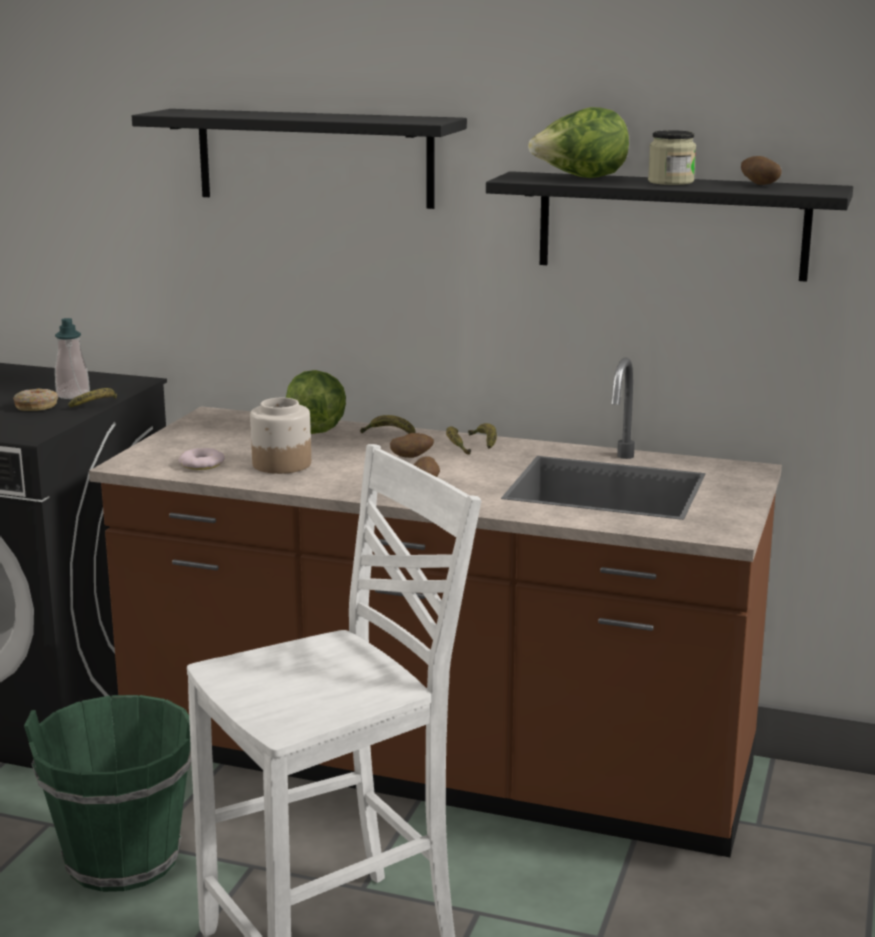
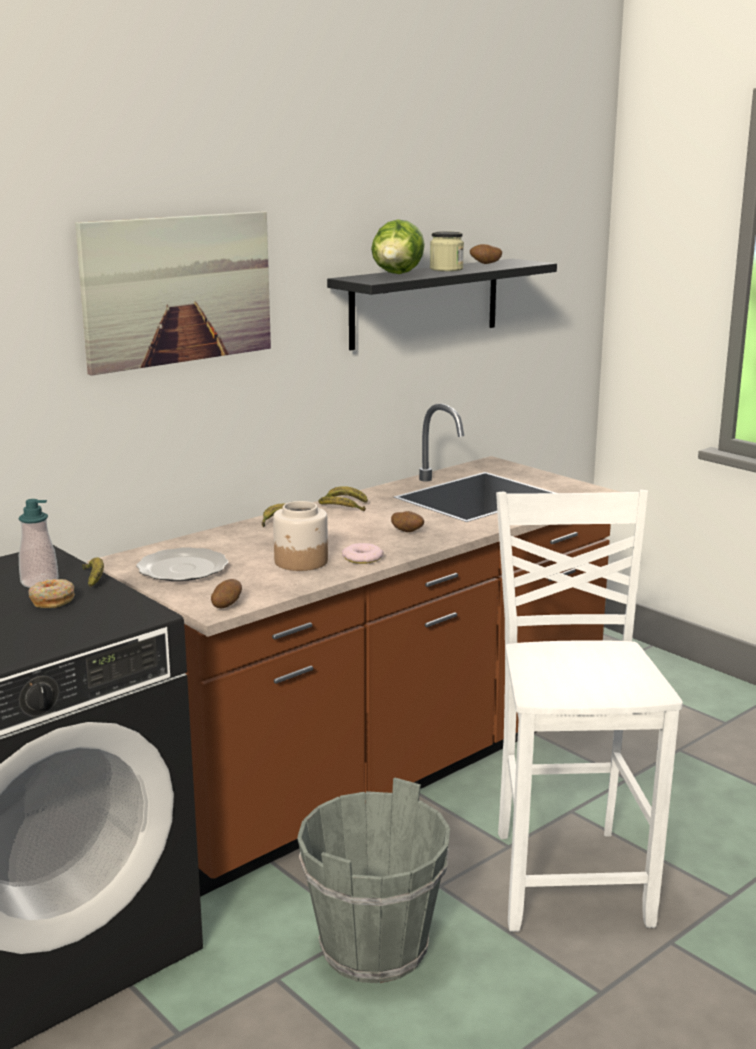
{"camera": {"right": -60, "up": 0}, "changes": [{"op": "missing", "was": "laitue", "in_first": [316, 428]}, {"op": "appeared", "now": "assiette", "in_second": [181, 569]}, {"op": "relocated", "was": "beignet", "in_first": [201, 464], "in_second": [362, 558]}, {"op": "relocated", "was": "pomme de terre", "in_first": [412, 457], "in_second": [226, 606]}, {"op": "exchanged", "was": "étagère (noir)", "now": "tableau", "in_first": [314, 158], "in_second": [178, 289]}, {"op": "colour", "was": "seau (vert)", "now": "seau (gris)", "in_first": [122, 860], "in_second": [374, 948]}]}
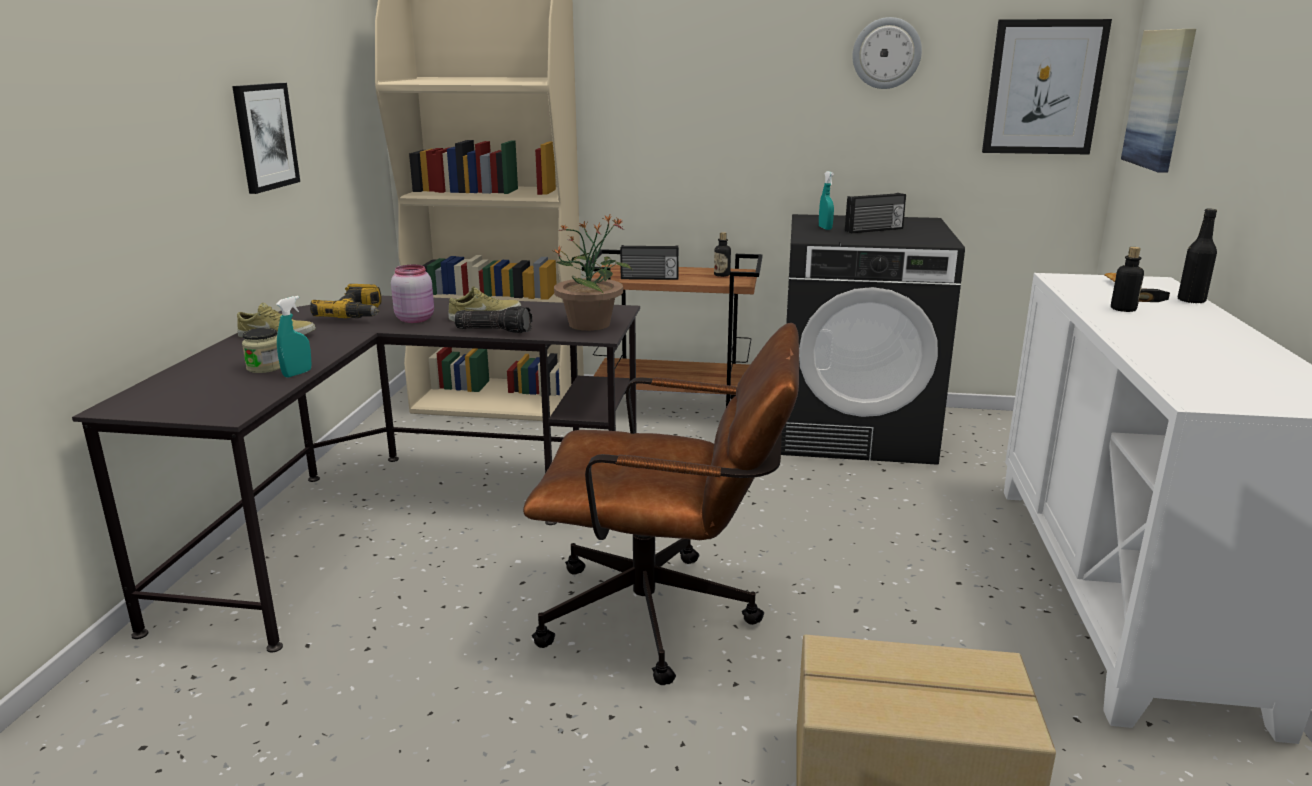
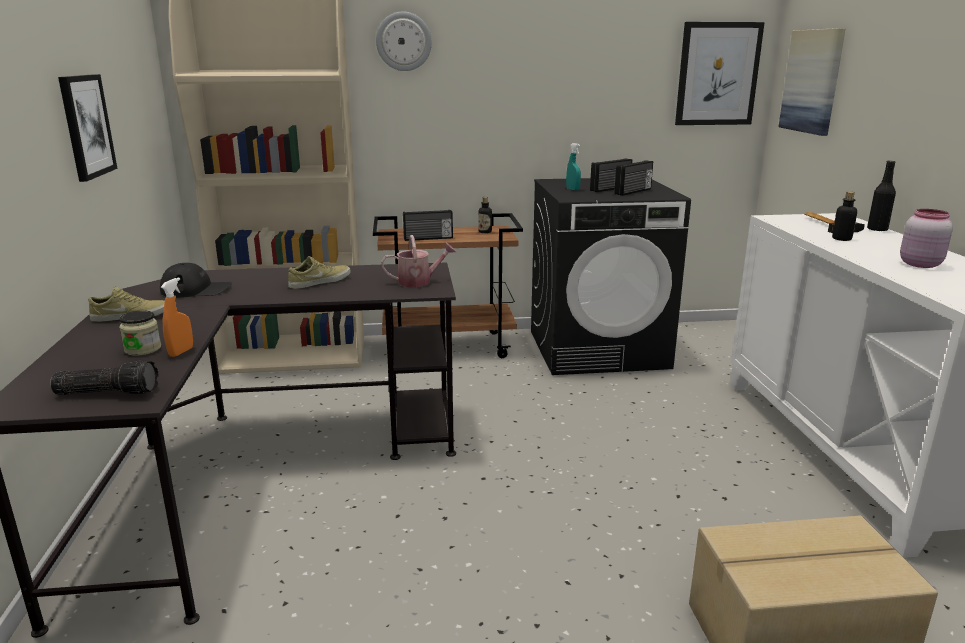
{"camera": {"right": -15, "up": 0}, "changes": [{"op": "missing", "was": "chaise de bureau (marron)", "in_first": [666, 617]}, {"op": "appeared", "now": "radio", "in_second": [634, 191]}, {"op": "relocated", "was": "bocal (rose)", "in_first": [415, 319], "in_second": [919, 264]}, {"op": "relocated", "was": "lampe de poche", "in_first": [495, 330], "in_second": [109, 392]}, {"op": "relocated", "was": "horloge murale", "in_first": [886, 53], "in_second": [403, 41]}, {"op": "exchanged", "was": "perceuse", "now": "casquette (noir)", "in_first": [357, 314], "in_second": [196, 290]}, {"op": "exchanged", "was": "plante en pot", "now": "arrosoir", "in_first": [590, 324], "in_second": [419, 281]}, {"op": "colour", "was": "vaporisateur (turquoise)", "now": "vaporisateur (orange)", "in_first": [297, 373], "in_second": [181, 352]}]}
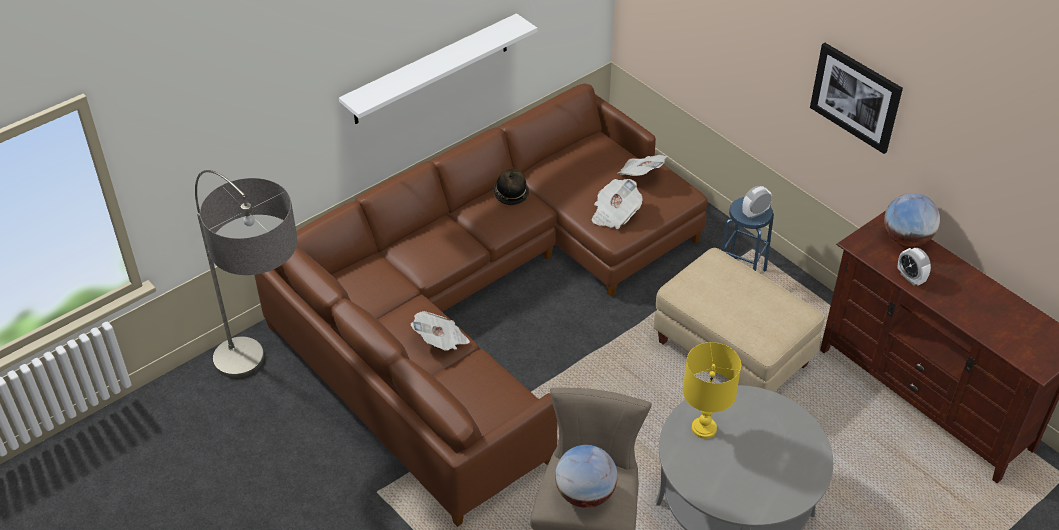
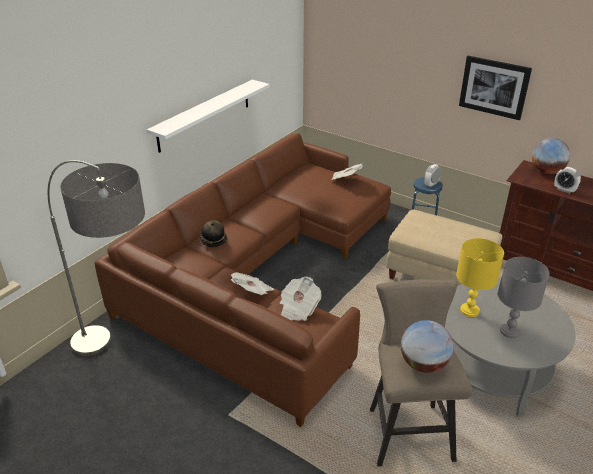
{"camera": {"right": -15, "up": -10}, "changes": [{"op": "appeared", "now": "lampe de table (gris)", "in_second": [510, 331]}, {"op": "relocated", "was": "chapeau", "in_first": [511, 193], "in_second": [213, 240]}, {"op": "relocated", "was": "journal", "in_first": [614, 214], "in_second": [298, 309]}]}
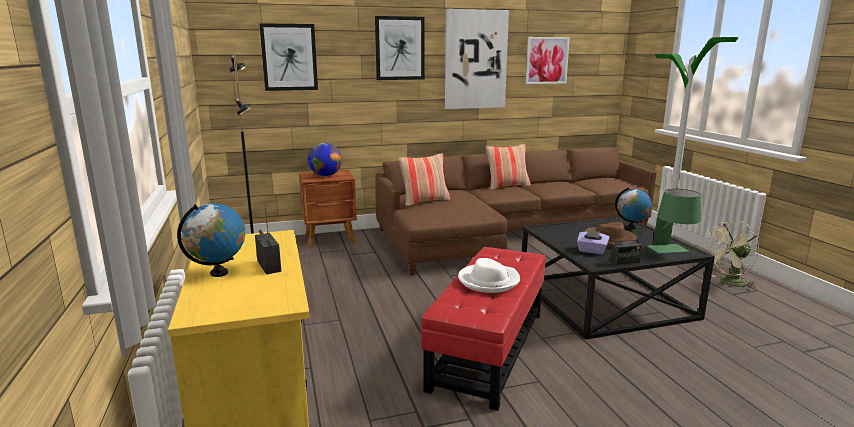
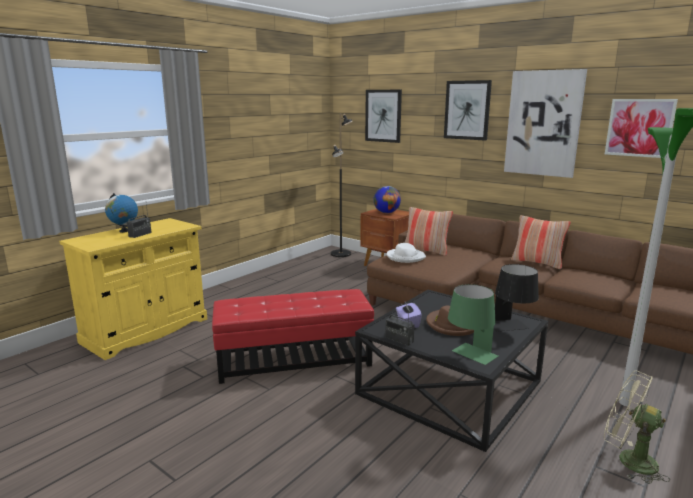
{"camera": {"right": 55, "up": 0}, "changes": [{"op": "relocated", "was": "chapeau (blanc)", "in_first": [488, 281], "in_second": [405, 257]}, {"op": "exchanged", "was": "globe", "now": "lampe de table (noir)", "in_first": [631, 227], "in_second": [511, 328]}]}
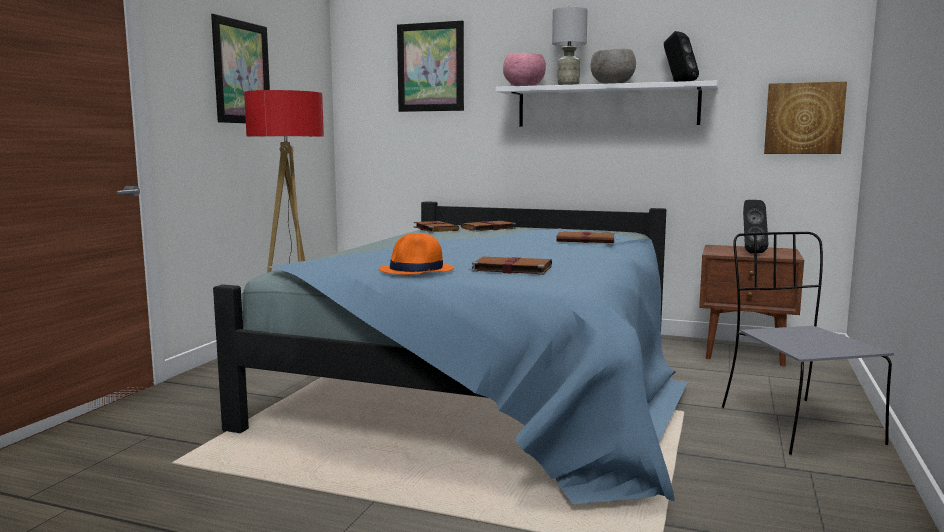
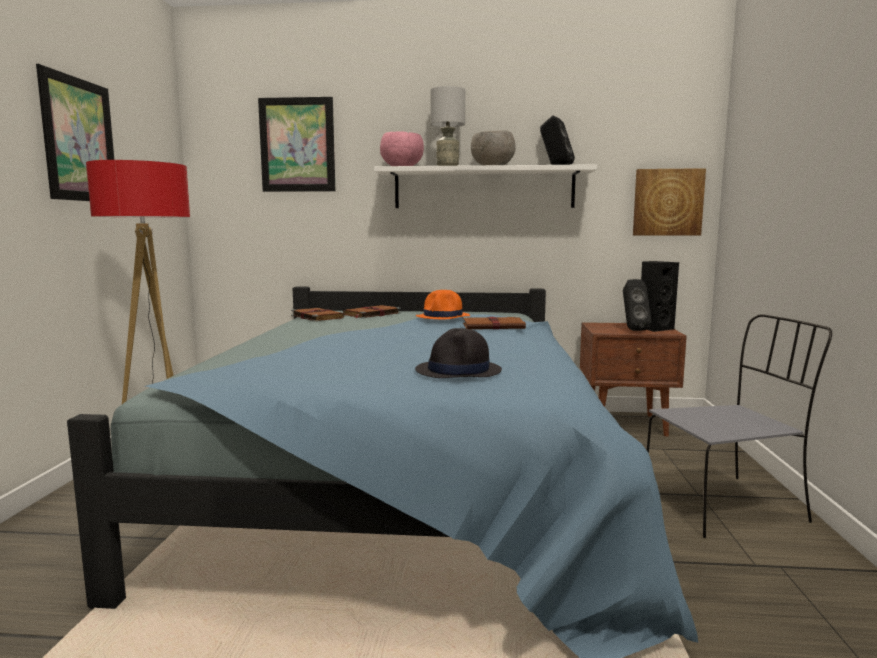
{"camera": {"right": -15, "up": 0}, "changes": [{"op": "appeared", "now": "enceinte (noir)", "in_second": [655, 328]}, {"op": "relocated", "was": "chapeau (orange)", "in_first": [416, 270], "in_second": [443, 317]}, {"op": "exchanged", "was": "livre (marron)", "now": "chapeau (noir)", "in_first": [510, 269], "in_second": [458, 371]}, {"op": "spun", "was": "chaise (gris)", "in_first": [796, 424], "in_second": [725, 505], "clockwise": 105}]}
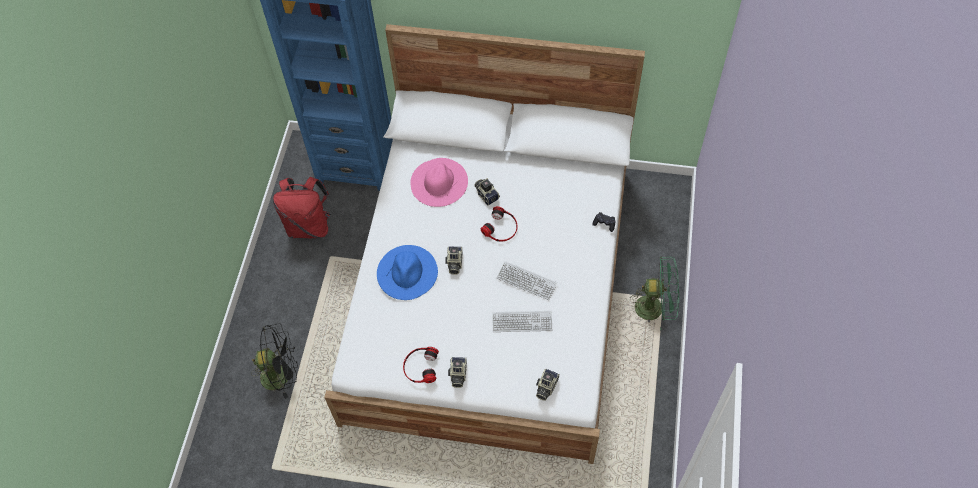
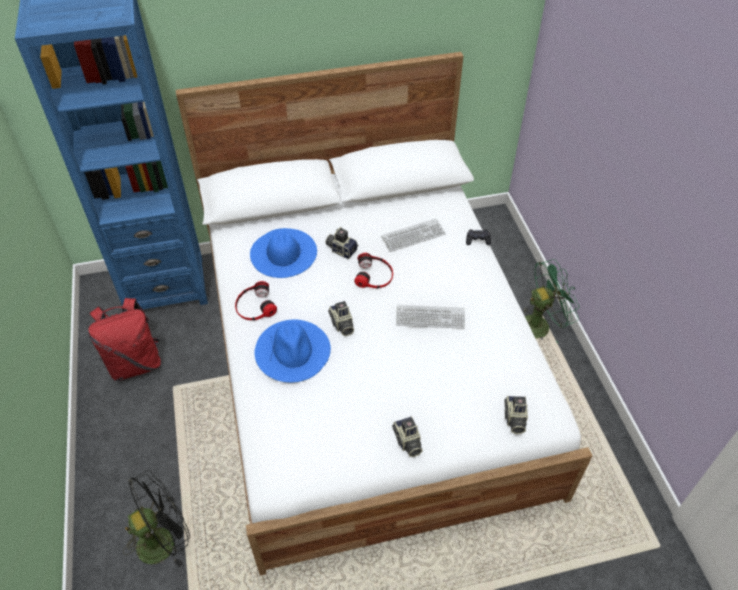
{"camera": {"right": -25, "up": -10}, "changes": [{"op": "relocated", "was": "casque audio", "in_first": [420, 367], "in_second": [255, 306]}, {"op": "relocated", "was": "clavier", "in_first": [522, 322], "in_second": [413, 236]}, {"op": "colour", "was": "chapeau (rose)", "now": "chapeau (bleu)", "in_first": [439, 182], "in_second": [283, 252]}]}
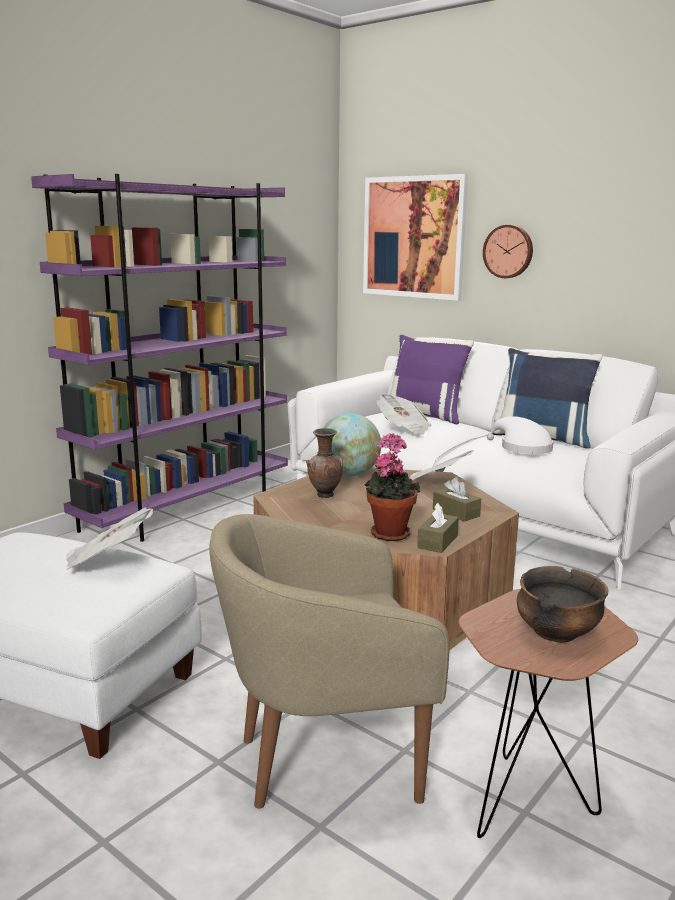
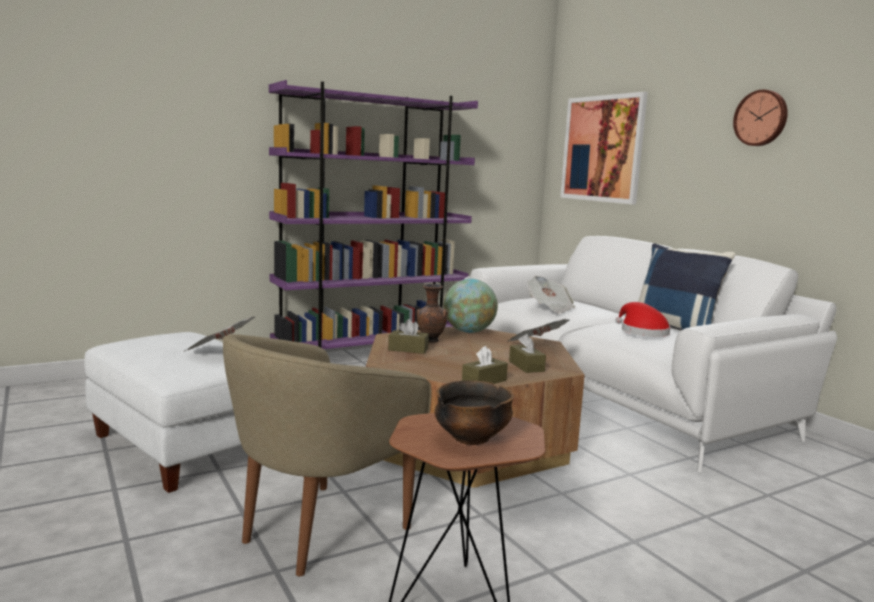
{"camera": {"right": 20, "up": -5}, "changes": [{"op": "missing", "was": "plante en pot", "in_first": [389, 532]}, {"op": "missing", "was": "coussin (violet)", "in_first": [426, 415]}, {"op": "appeared", "now": "boîte à mouchoirs (marron)", "in_second": [408, 349]}, {"op": "relocated", "was": "horloge murale", "in_first": [508, 251], "in_second": [761, 118]}, {"op": "colour", "was": "chapeau (blanc)", "now": "chapeau (rouge)", "in_first": [522, 448], "in_second": [641, 332]}, {"op": "spun", "was": "fauteuil (beige)", "in_first": [323, 760], "in_second": [319, 531], "clockwise": -60}]}
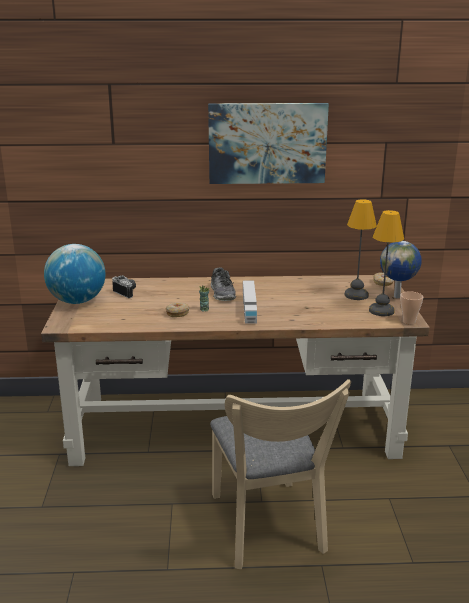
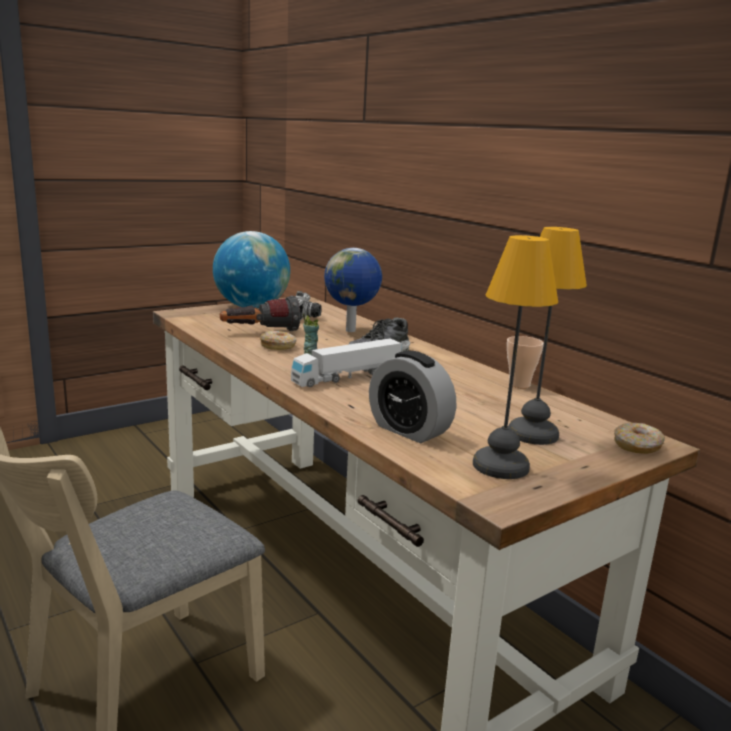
{"camera": {"right": 55, "up": -5}, "changes": [{"op": "missing", "was": "tableau", "in_first": [267, 143]}, {"op": "appeared", "now": "lampe de poche", "in_second": [260, 332]}, {"op": "appeared", "now": "réveil", "in_second": [409, 430]}, {"op": "relocated", "was": "globe", "in_first": [397, 296], "in_second": [351, 331]}, {"op": "relocated", "was": "tasse", "in_first": [409, 321], "in_second": [519, 384]}]}
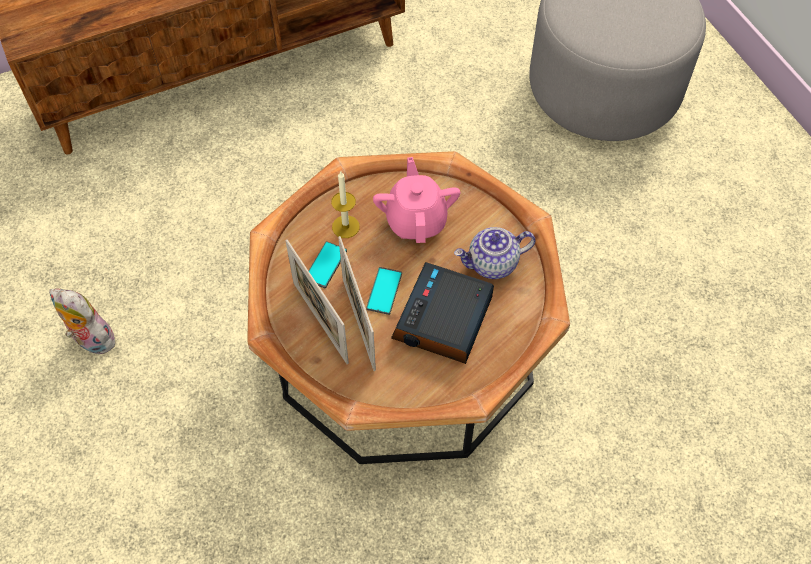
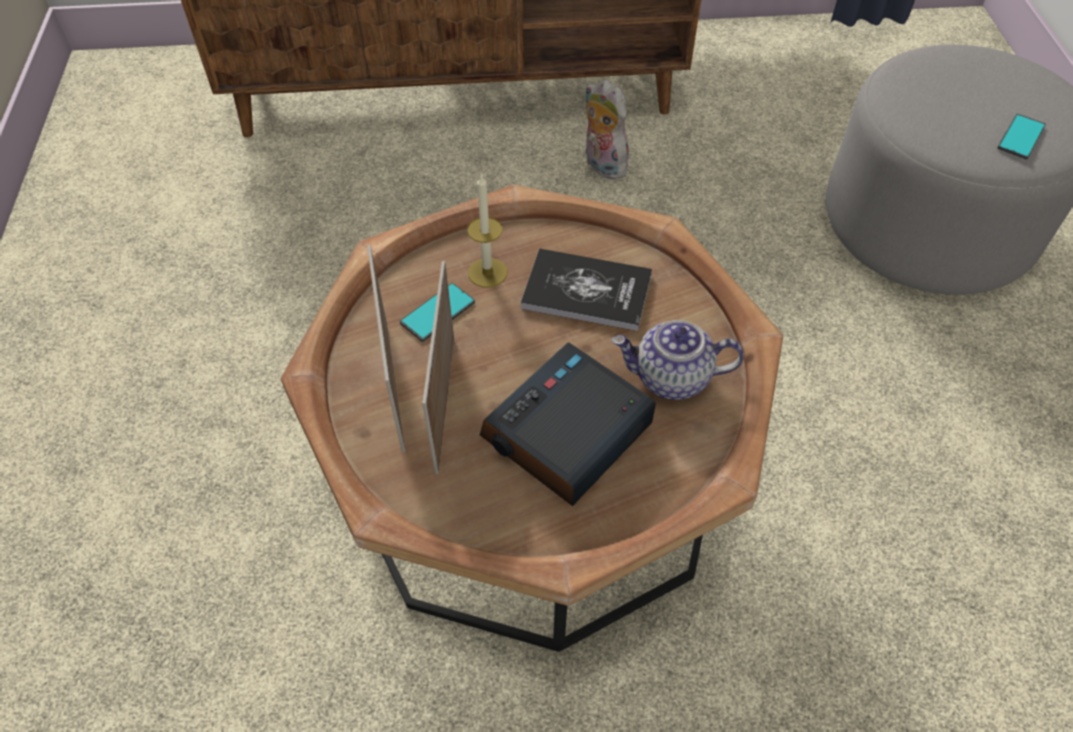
{"camera": {"right": 20, "up": -5}, "changes": [{"op": "relocated", "was": "peluche", "in_first": [91, 340], "in_second": [601, 165]}, {"op": "relocated", "was": "téléphone", "in_first": [384, 291], "in_second": [1020, 137]}, {"op": "exchanged", "was": "théière (rose)", "now": "livre", "in_first": [416, 220], "in_second": [587, 291]}]}
